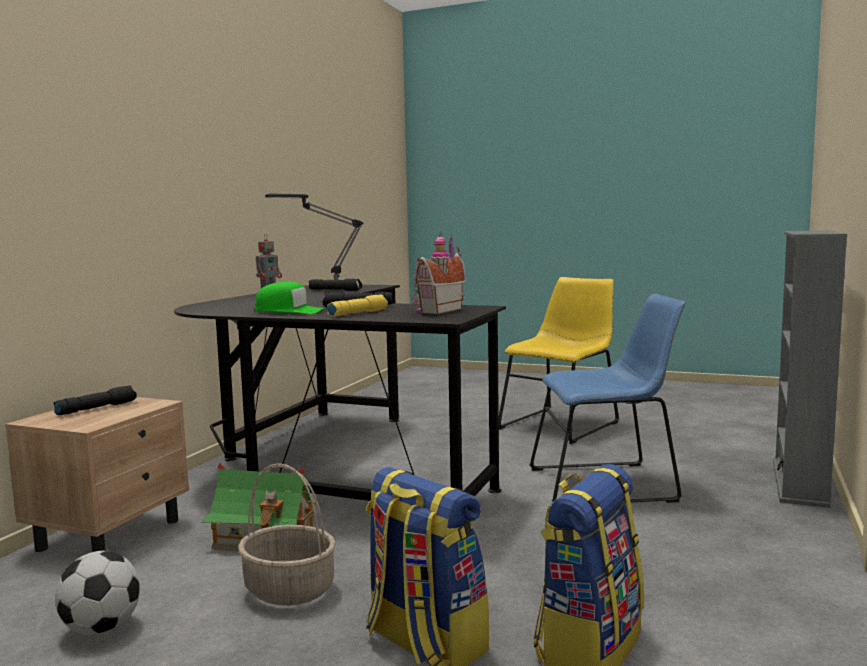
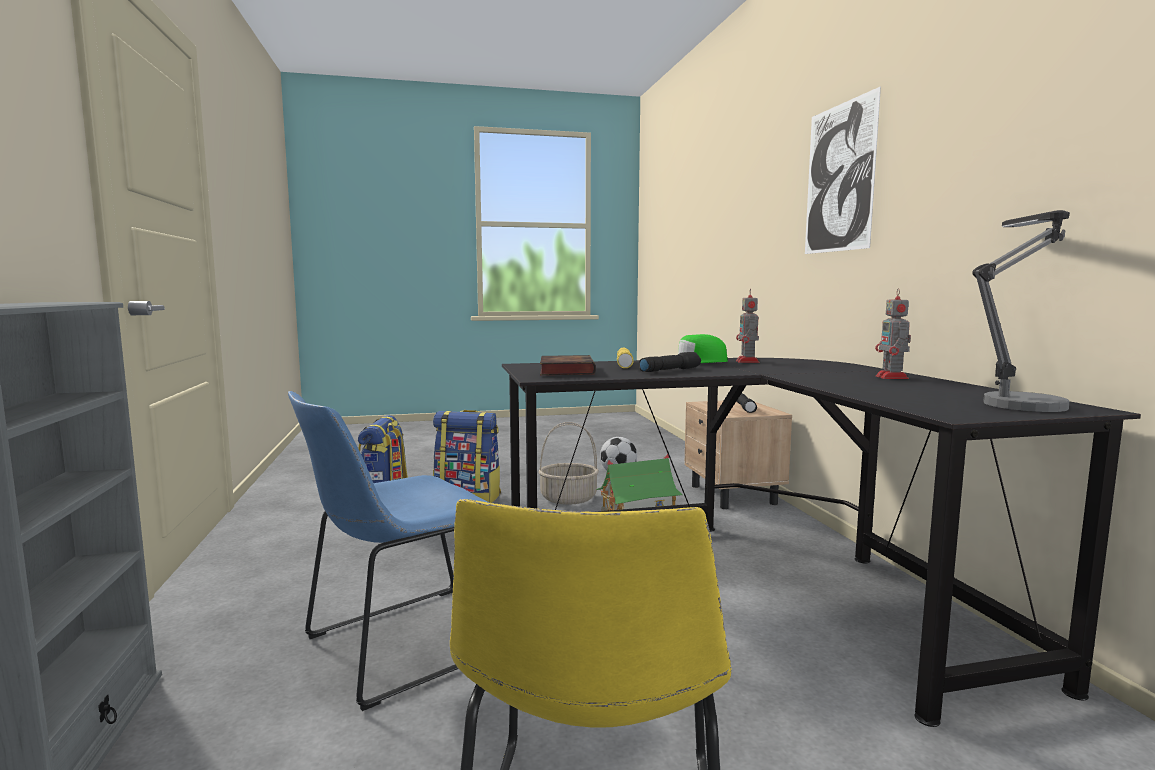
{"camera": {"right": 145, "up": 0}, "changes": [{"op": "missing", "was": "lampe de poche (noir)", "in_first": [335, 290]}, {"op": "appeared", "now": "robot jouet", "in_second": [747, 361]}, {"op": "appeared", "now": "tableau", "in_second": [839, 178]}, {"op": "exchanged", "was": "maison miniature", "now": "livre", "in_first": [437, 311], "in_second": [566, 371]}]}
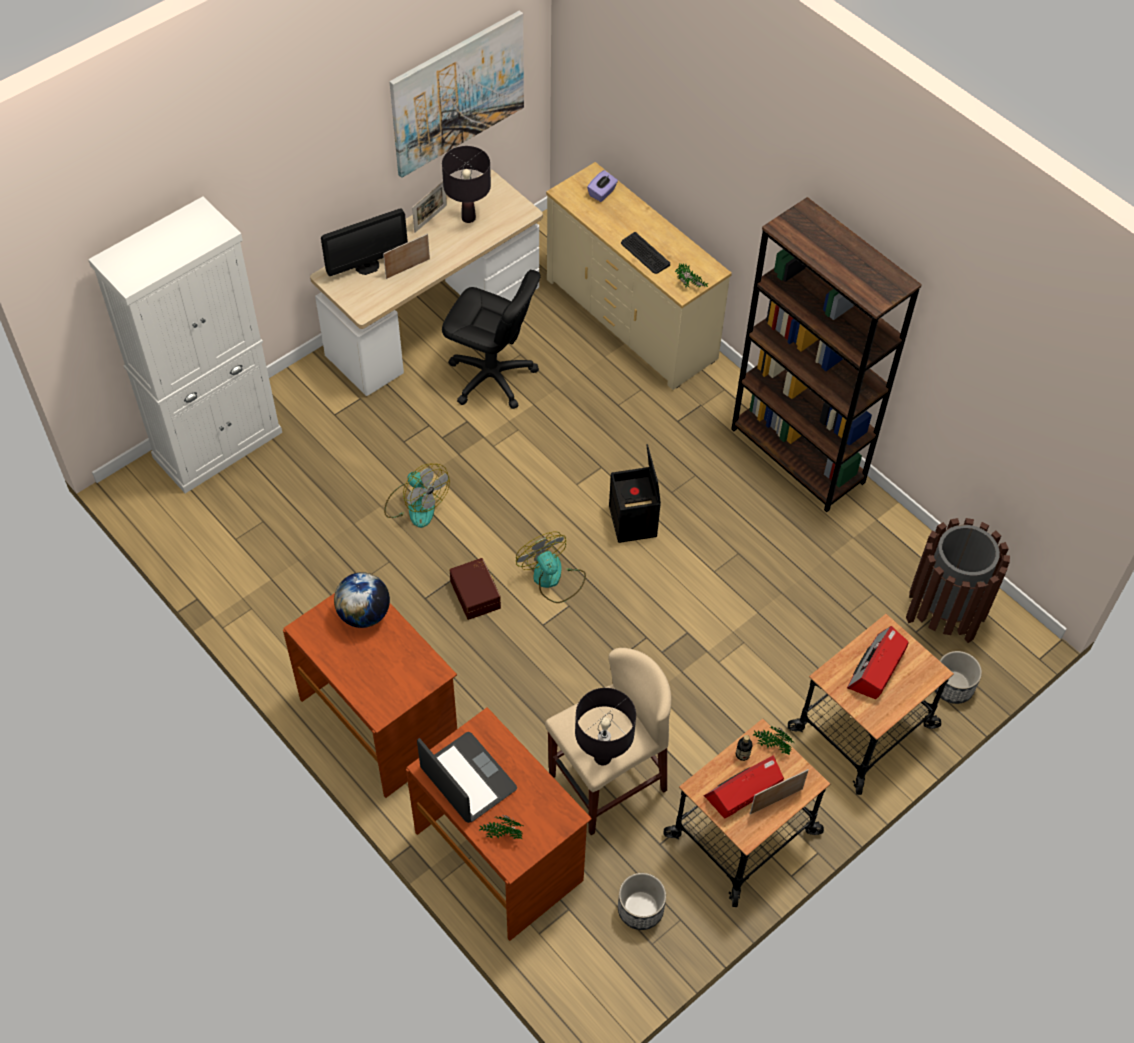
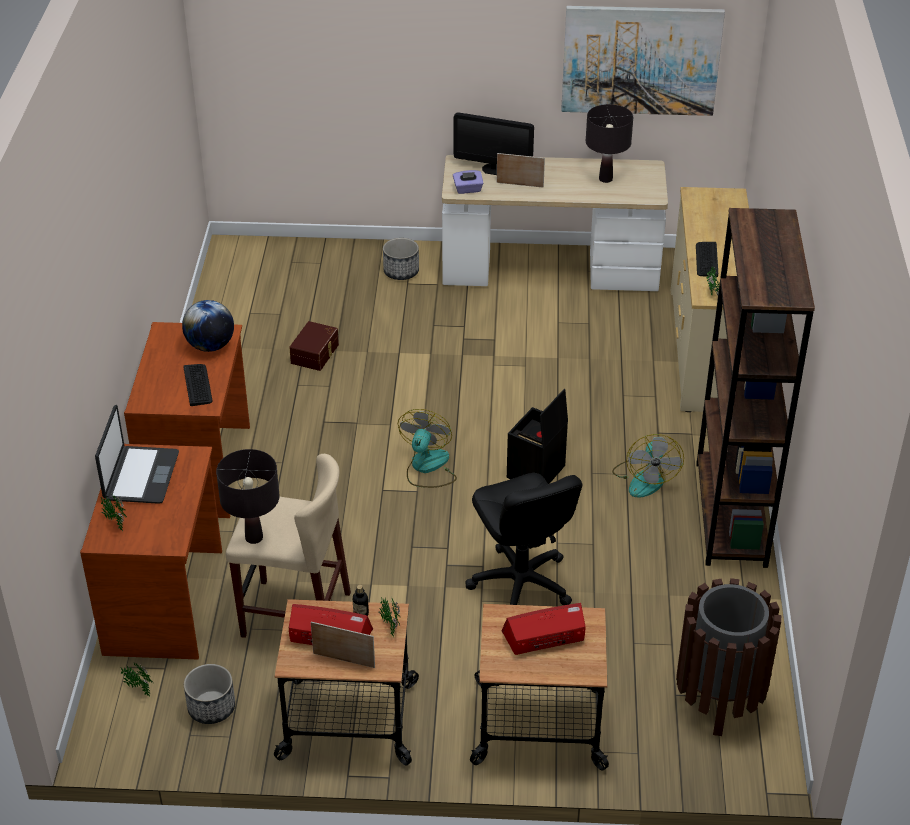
{"camera": {"right": 45, "up": -15}, "changes": [{"op": "missing", "was": "meuble de rangement (blanc)", "in_first": [218, 444]}, {"op": "missing", "was": "cadre photo", "in_first": [430, 219]}, {"op": "appeared", "now": "plante en pot", "in_second": [139, 688]}, {"op": "appeared", "now": "clavier", "in_second": [198, 385]}, {"op": "relocated", "was": "ventilateur", "in_first": [415, 504], "in_second": [645, 478]}, {"op": "relocated", "was": "chaise de bureau (noir)", "in_first": [492, 377], "in_second": [520, 584]}, {"op": "relocated", "was": "boîte de rangement (marron)", "in_first": [476, 594], "in_second": [316, 354]}, {"op": "relocated", "was": "boîte à mouchoirs (violet)", "in_first": [602, 193], "in_second": [468, 189]}, {"op": "relocated", "was": "cache-pot", "in_first": [952, 686], "in_second": [401, 271]}]}
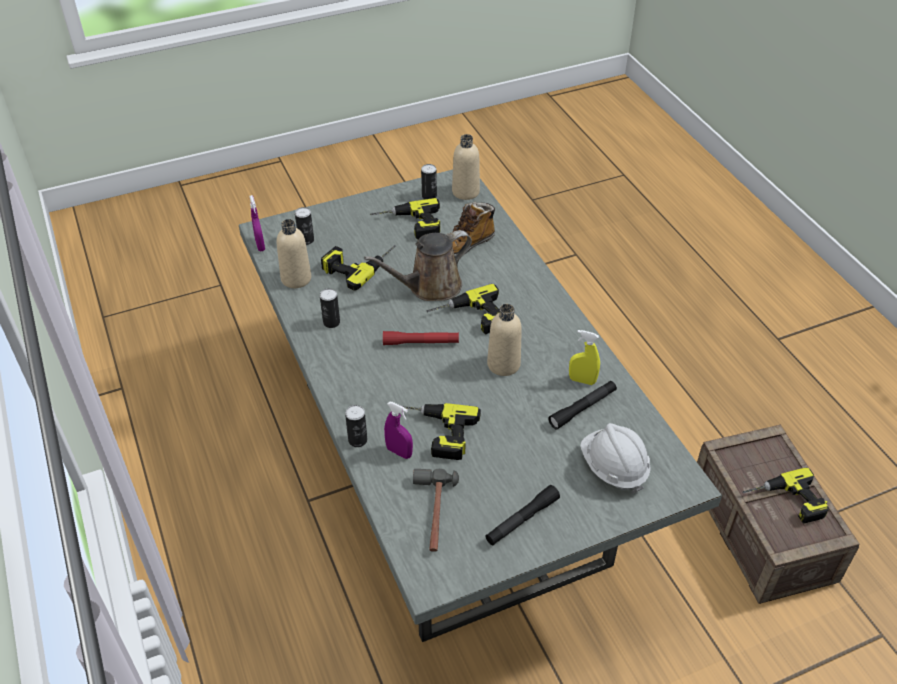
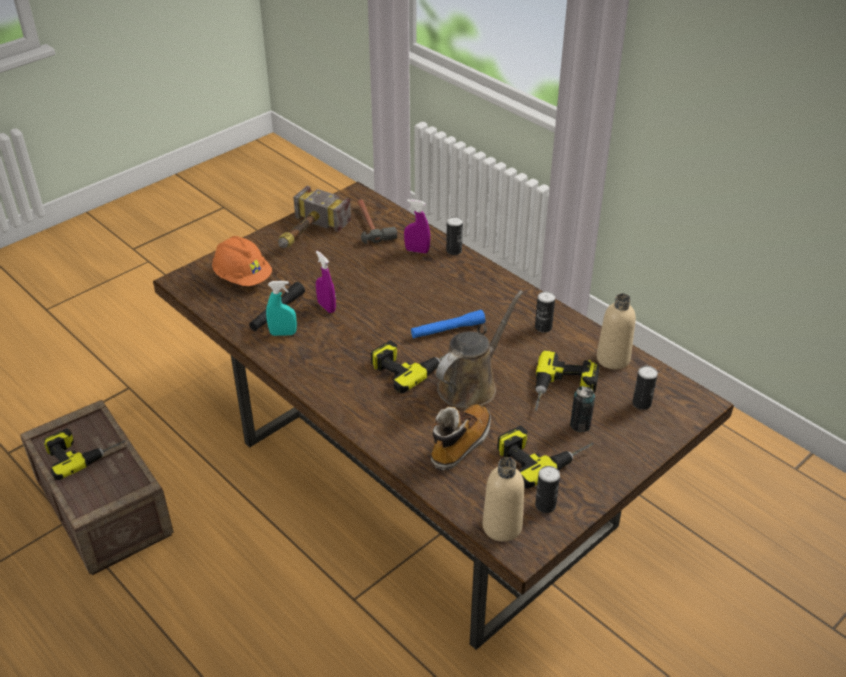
{"camera": {"right": 160, "up": -5}, "changes": [{"op": "missing", "was": "perceuse", "in_first": [433, 433]}, {"op": "missing", "was": "bouteille (beige)", "in_first": [503, 364]}, {"op": "appeared", "now": "boîte métallique", "in_second": [580, 425]}, {"op": "relocated", "was": "vaporisateur (violet)", "in_first": [260, 245], "in_second": [326, 307]}, {"op": "exchanged", "was": "lampe de poche (noir)", "now": "marteau", "in_first": [522, 520], "in_second": [306, 234]}, {"op": "colour", "was": "table à manger (gris)", "now": "table à manger (marron)", "in_first": [449, 471], "in_second": [421, 480]}, {"op": "colour", "was": "lampe de poche (rouge)", "now": "lampe de poche (bleu)", "in_first": [421, 342], "in_second": [447, 330]}, {"op": "colour", "was": "vaporisateur (jaune)", "now": "vaporisateur (turquoise)", "in_first": [582, 380], "in_second": [283, 333]}, {"op": "colour", "was": "casque de chantier (blanc)", "now": "casque de chantier (orange)", "in_first": [613, 467], "in_second": [243, 277]}]}
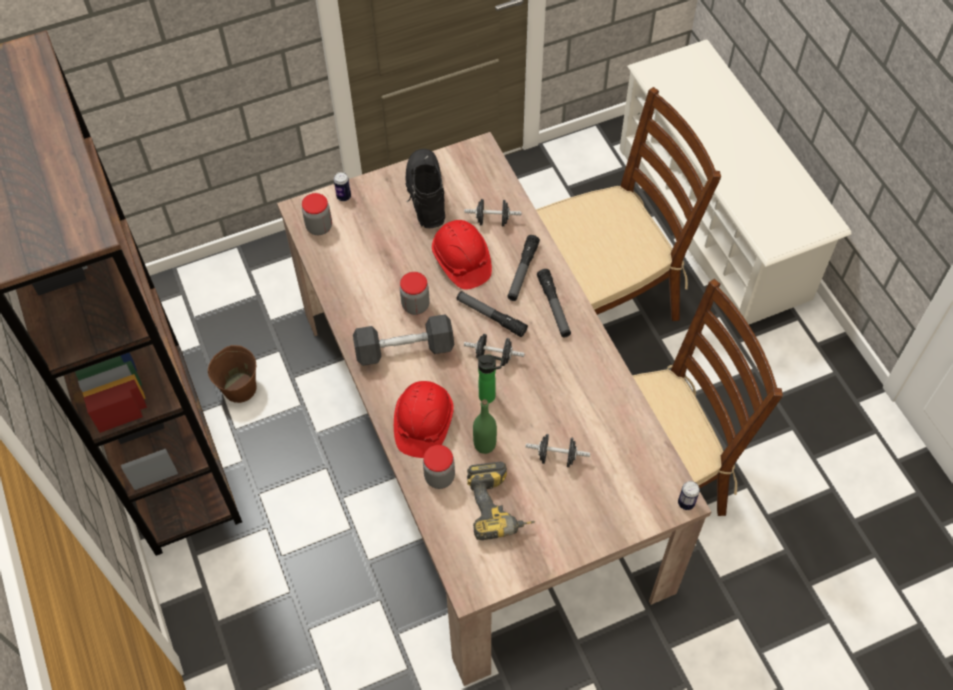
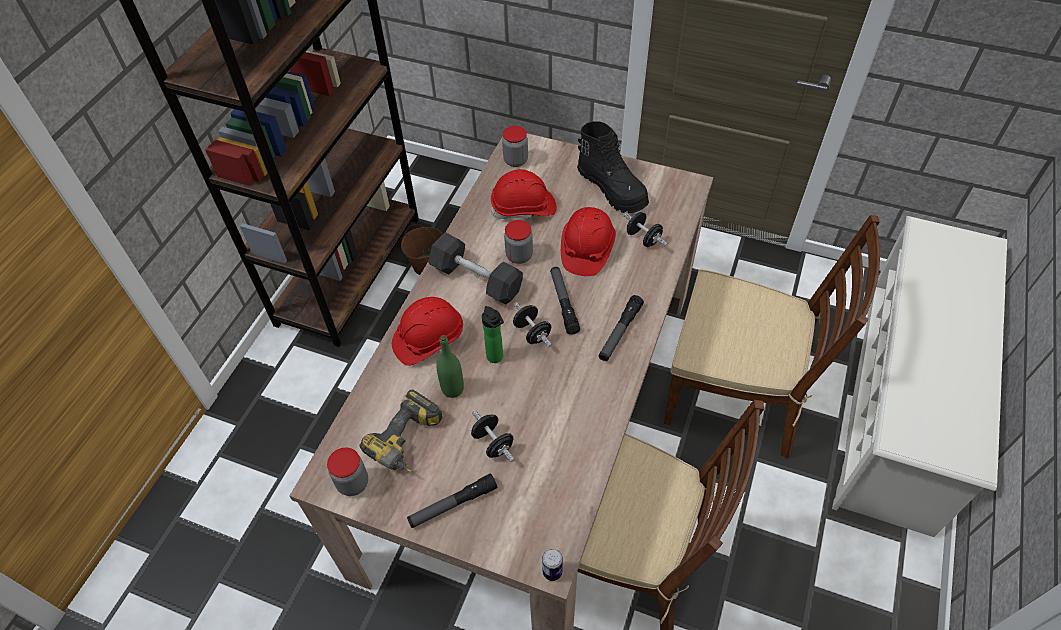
{"camera": {"right": 45, "up": -5}, "changes": [{"op": "missing", "was": "boîte métallique", "in_first": [344, 196]}, {"op": "appeared", "now": "casque de chantier (rouge)", "in_second": [523, 208]}, {"op": "relocated", "was": "bocal", "in_first": [439, 477], "in_second": [353, 483]}, {"op": "relocated", "was": "lampe de poche", "in_first": [522, 272], "in_second": [453, 504]}, {"op": "spun", "was": "botte (noir)", "in_first": [425, 196], "in_second": [612, 189], "clockwise": 105}]}
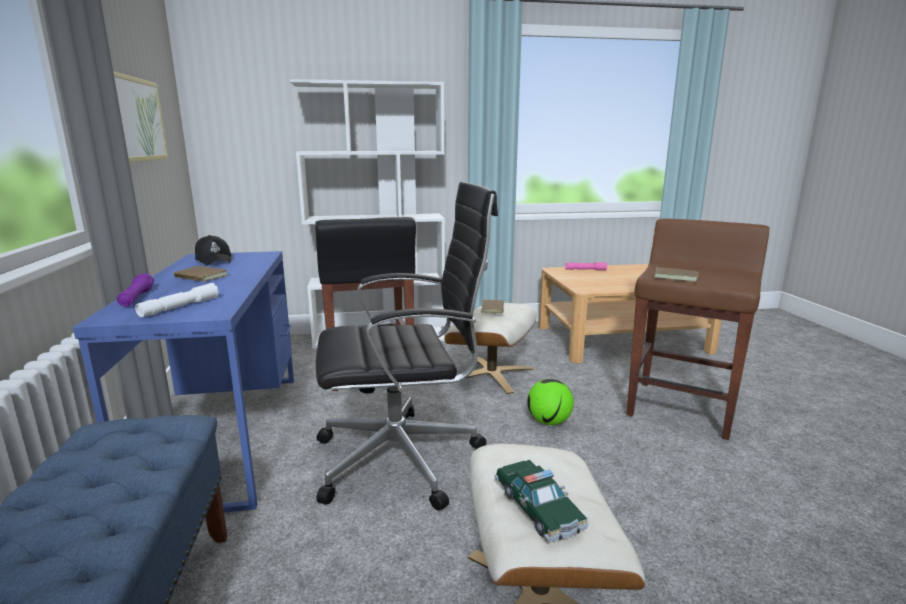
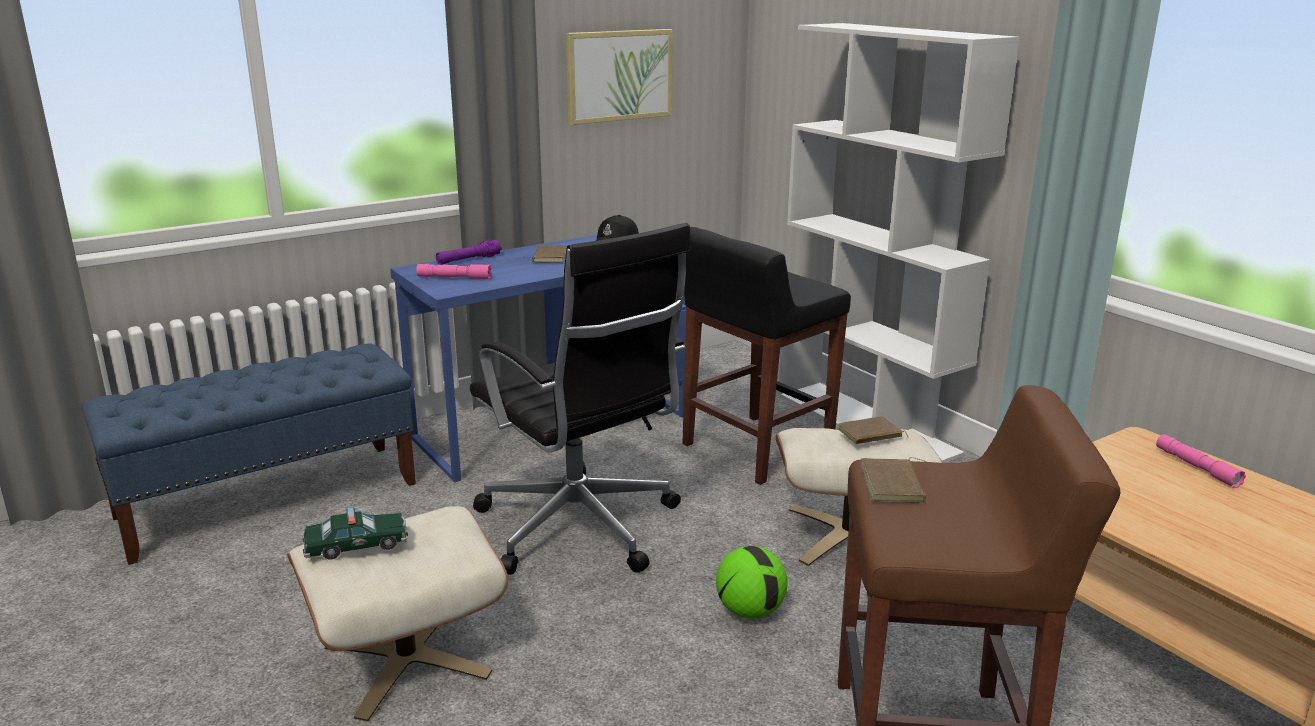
{"camera": {"right": 65, "up": 5}, "changes": [{"op": "colour", "was": "lampe de poche (blanc)", "now": "lampe de poche (rose)", "in_first": [180, 307], "in_second": [454, 278]}, {"op": "spun", "was": "petite voiture", "in_first": [538, 508], "in_second": [356, 545], "clockwise": -150}]}
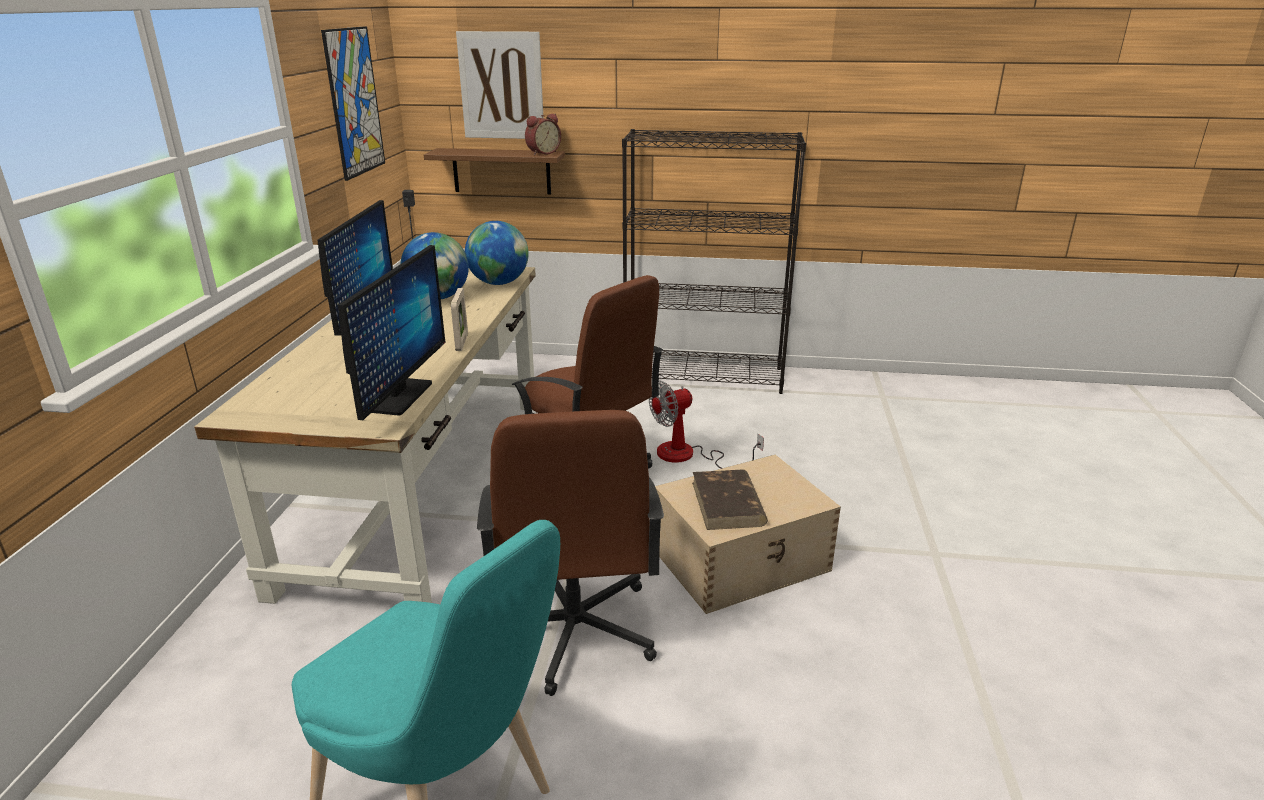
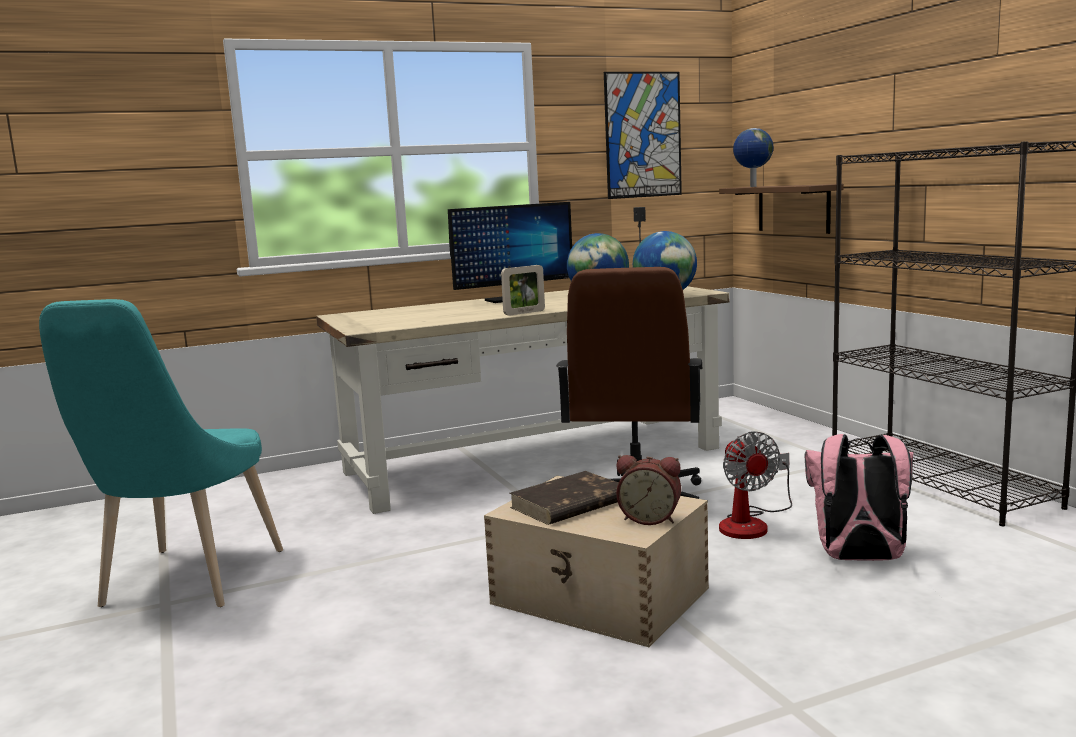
{"camera": {"right": 60, "up": -15}, "changes": [{"op": "missing", "was": "écran d'ordinateur", "in_first": [399, 397]}, {"op": "missing", "was": "tableau", "in_first": [501, 86]}, {"op": "missing", "was": "chaise de bureau (marron)", "in_first": [573, 631]}, {"op": "appeared", "now": "globe", "in_second": [752, 186]}, {"op": "appeared", "now": "sac à dos (rose)", "in_second": [859, 559]}, {"op": "relocated", "was": "réveil", "in_first": [542, 153], "in_second": [650, 518]}, {"op": "spun", "was": "ventilateur", "in_first": [688, 456], "in_second": [751, 523], "clockwise": -135}]}
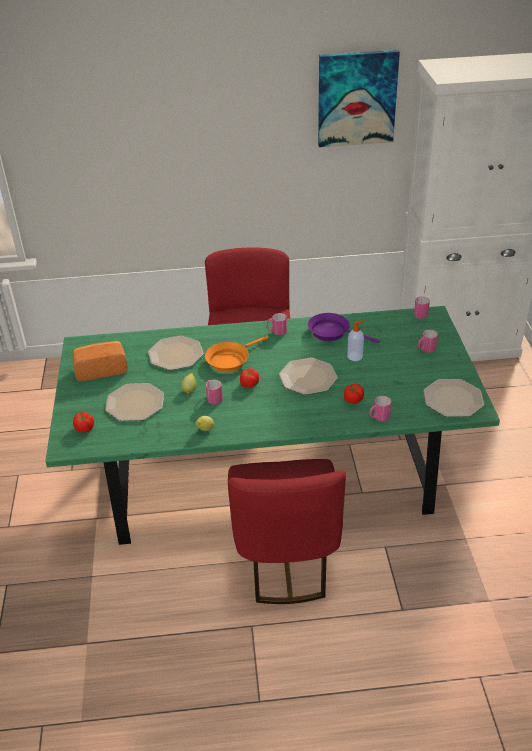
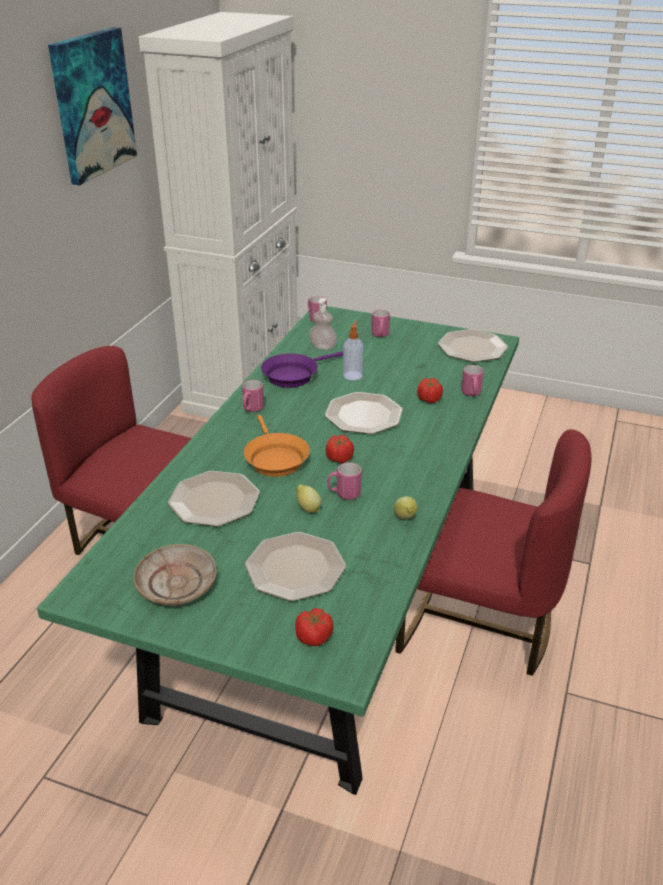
{"camera": {"right": -65, "up": -5}, "changes": [{"op": "appeared", "now": "distributeur de savon", "in_second": [323, 347]}, {"op": "exchanged", "was": "pain", "now": "assiette (beige)", "in_first": [101, 369], "in_second": [177, 583]}]}
